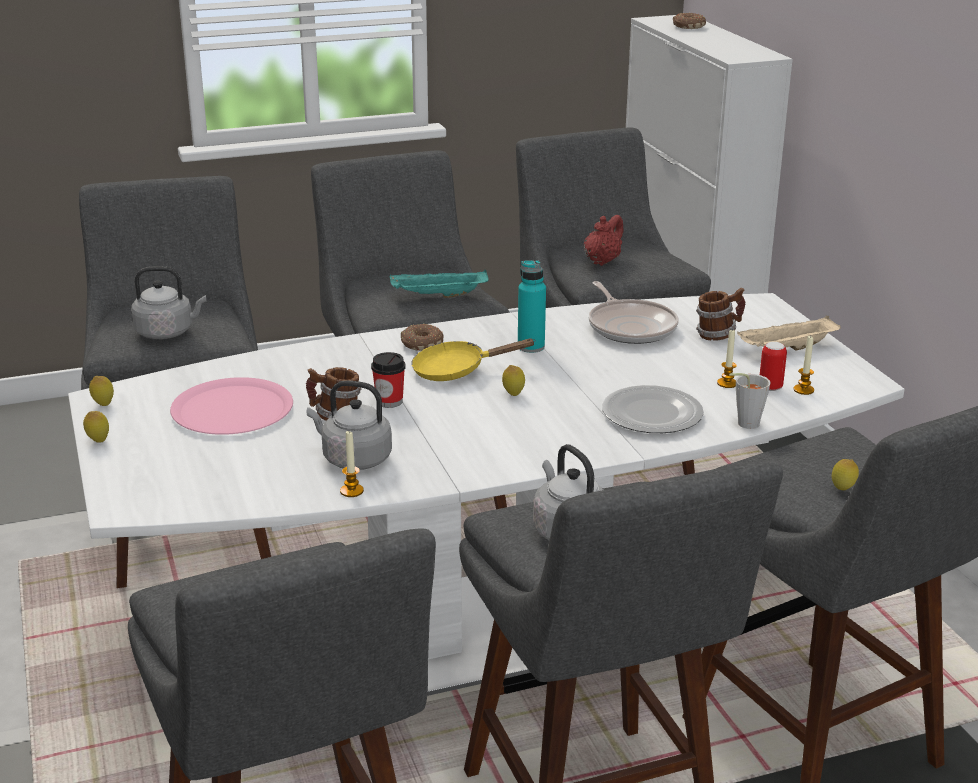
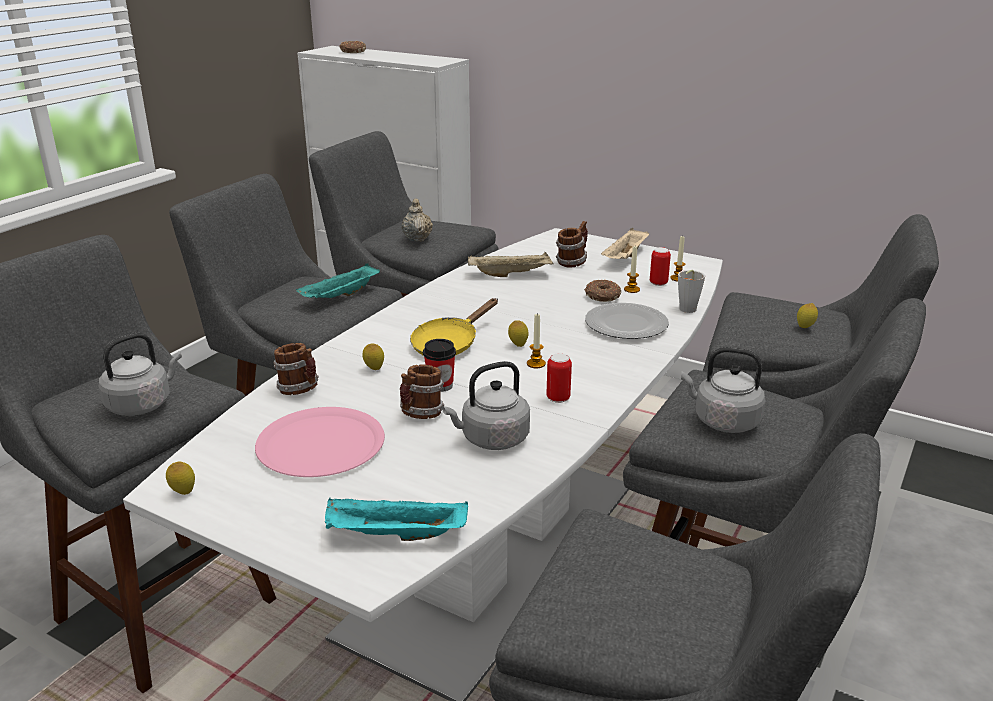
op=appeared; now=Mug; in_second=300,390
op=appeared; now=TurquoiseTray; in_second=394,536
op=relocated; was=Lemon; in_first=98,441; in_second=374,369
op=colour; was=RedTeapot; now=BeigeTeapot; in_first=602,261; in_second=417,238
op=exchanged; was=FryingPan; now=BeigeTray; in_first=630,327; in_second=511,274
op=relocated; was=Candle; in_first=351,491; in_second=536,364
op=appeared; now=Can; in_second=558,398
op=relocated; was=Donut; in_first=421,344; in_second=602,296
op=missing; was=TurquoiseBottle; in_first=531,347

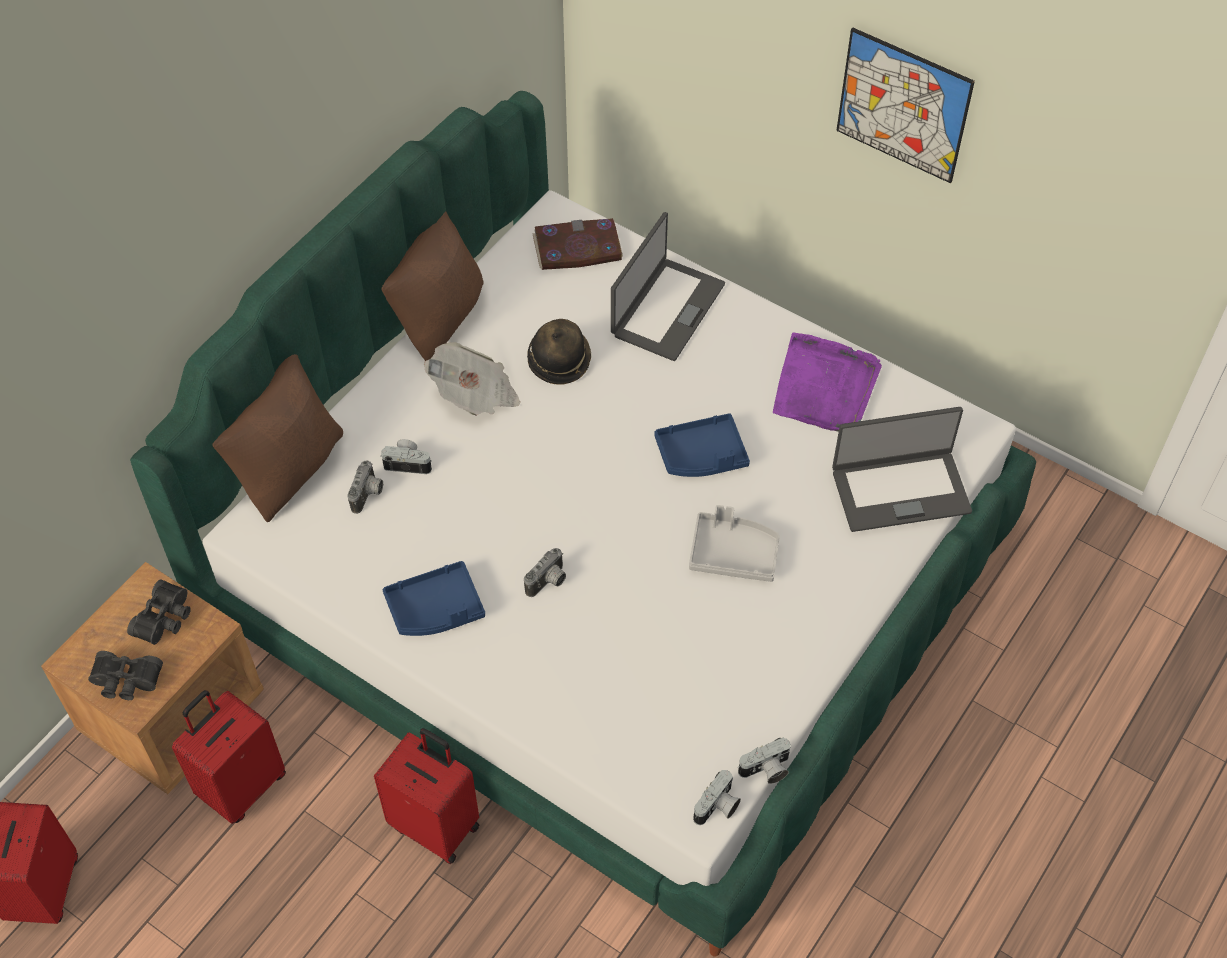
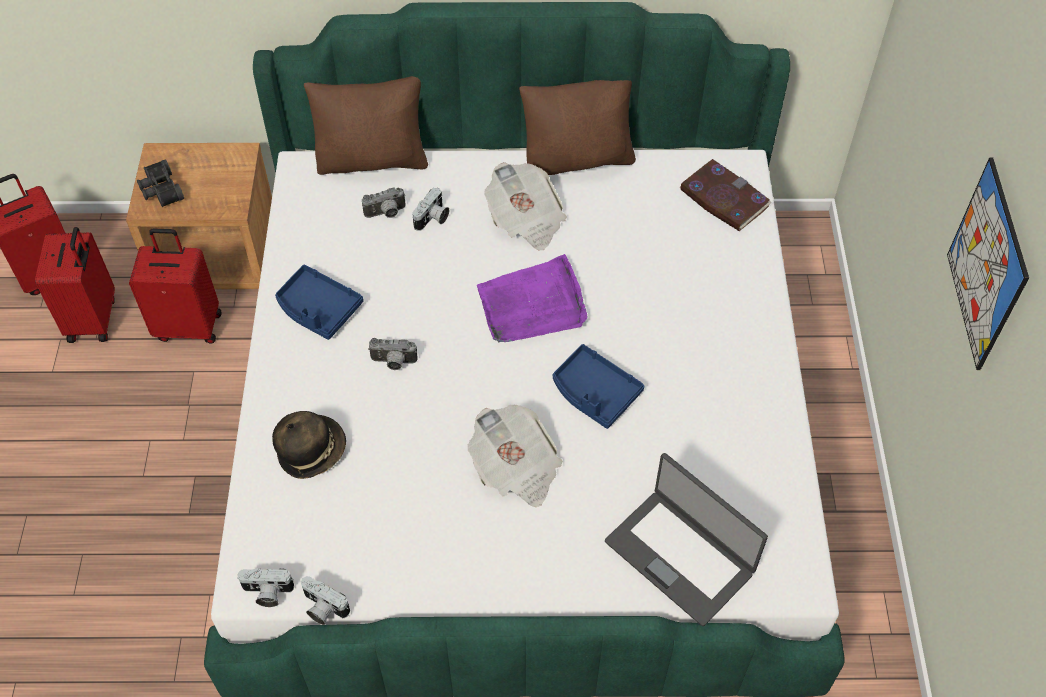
op=relocated; was=RedSuitcase; in_first=436,825; in_second=94,319
op=relocated; was=Hat; in_first=559,360; in_second=311,450
op=spun; was=PhotoCamera; in_first=409,463; in_second=432,219; clockwise=60
op=exchanged; was=GreyTray; now=Newspaper; in_first=733,554; in_second=516,469
op=relocated; was=PurpleTray; in_first=824,387; in_second=532,305
op=missing; was=BlackBinoculars; in_first=166,619
op=missing; was=Laptop; in_first=666,309

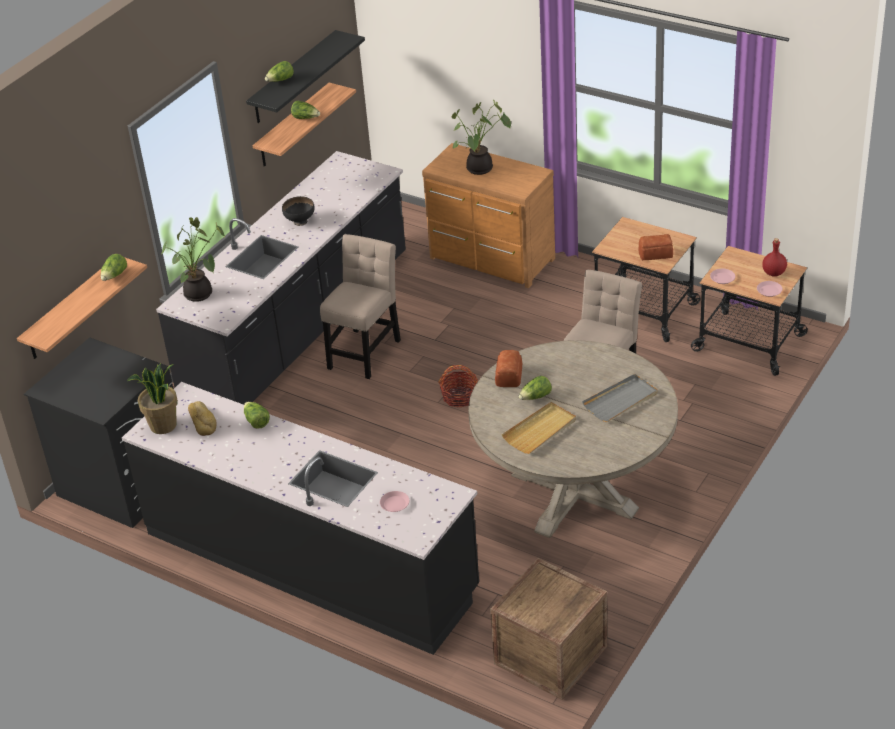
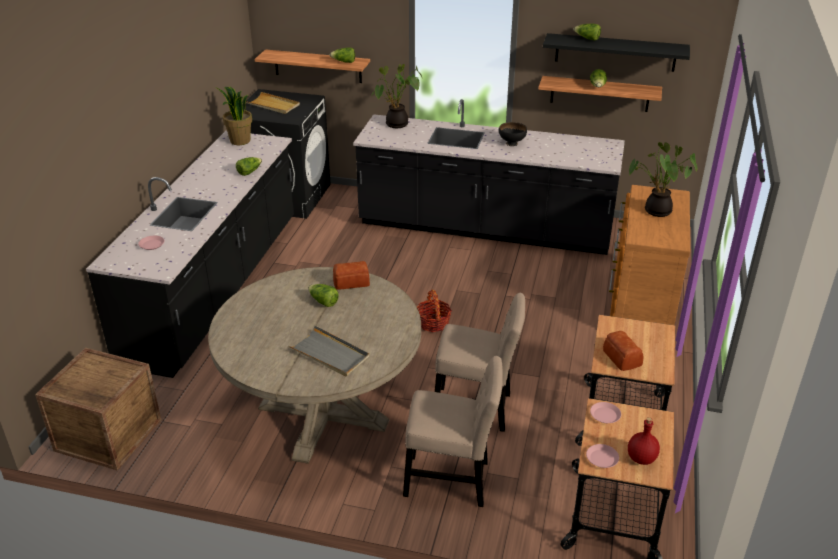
op=relocated; was=BeigeTray; in_first=540,430; in_second=273,105
op=relocated; was=BeigeChair; in_first=365,351; in_second=451,480
op=missing; was=Bread; in_first=203,421

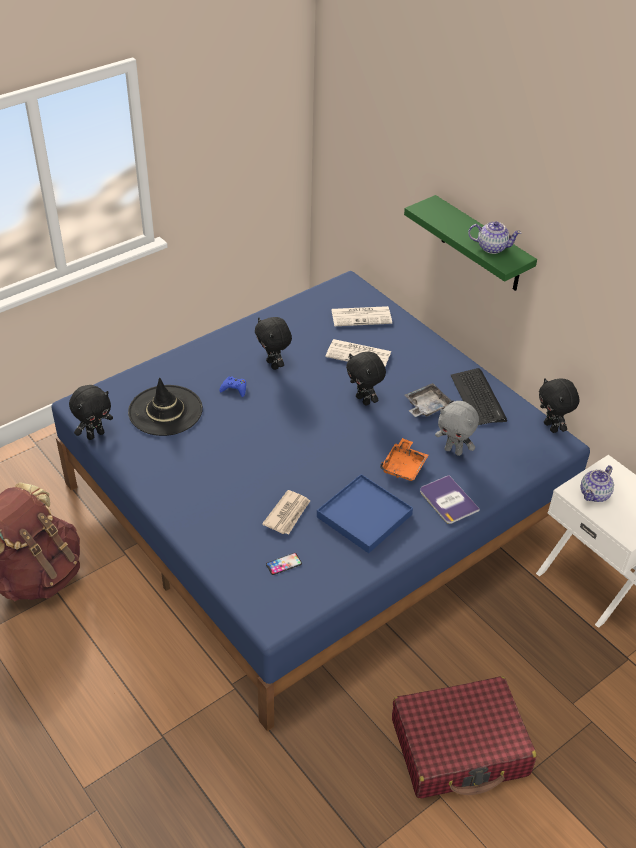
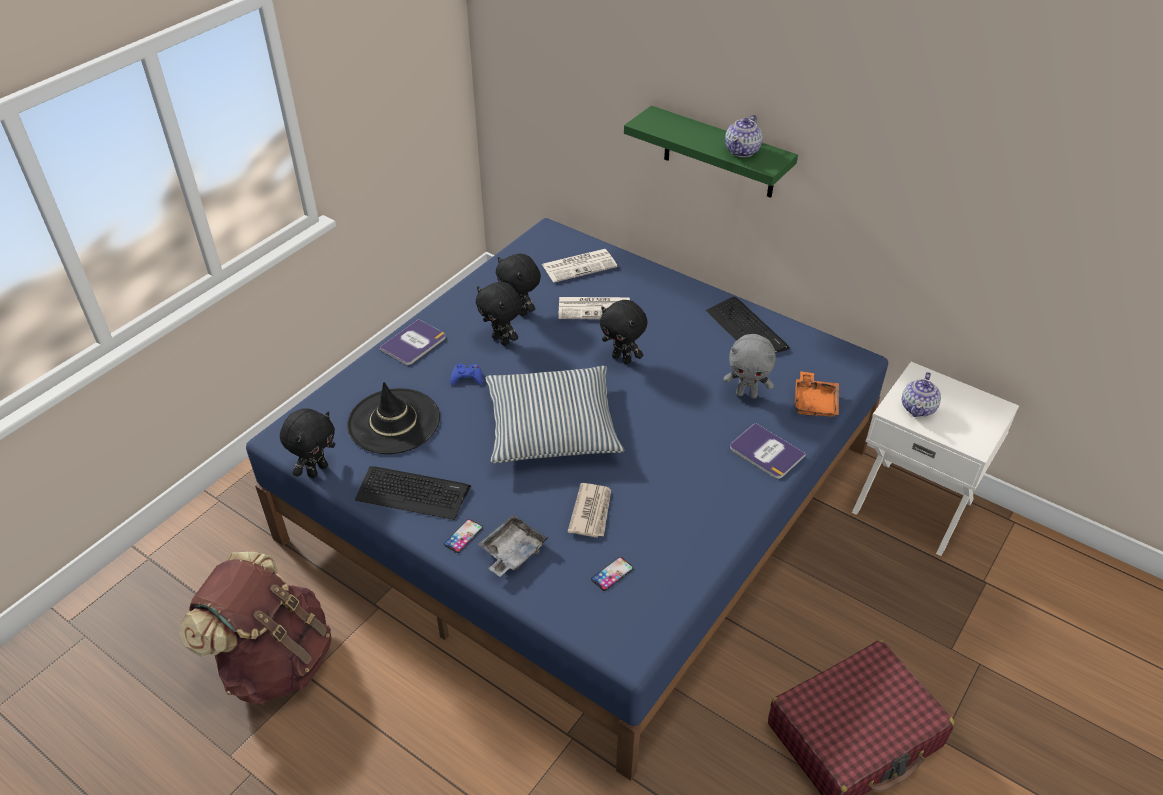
op=appeared; now=Keyboard; in_second=412,493
op=appeared; now=Book; in_second=413,343
op=appeared; now=Phone; in_second=463,536
op=relocated; was=GreyTray; in_first=426,406; in_second=511,552
op=appeared; now=Pillow; in_second=552,426
op=relocated; was=BlackPlushToy; in_first=551,427; in_second=520,311
op=spun; was=Teapot; in_first=491,247; in_second=742,151; clockwise=120
op=relocated; was=OrangeTray; in_first=404,466; in_second=814,402
op=missing; was=BlueTray; in_first=364,516

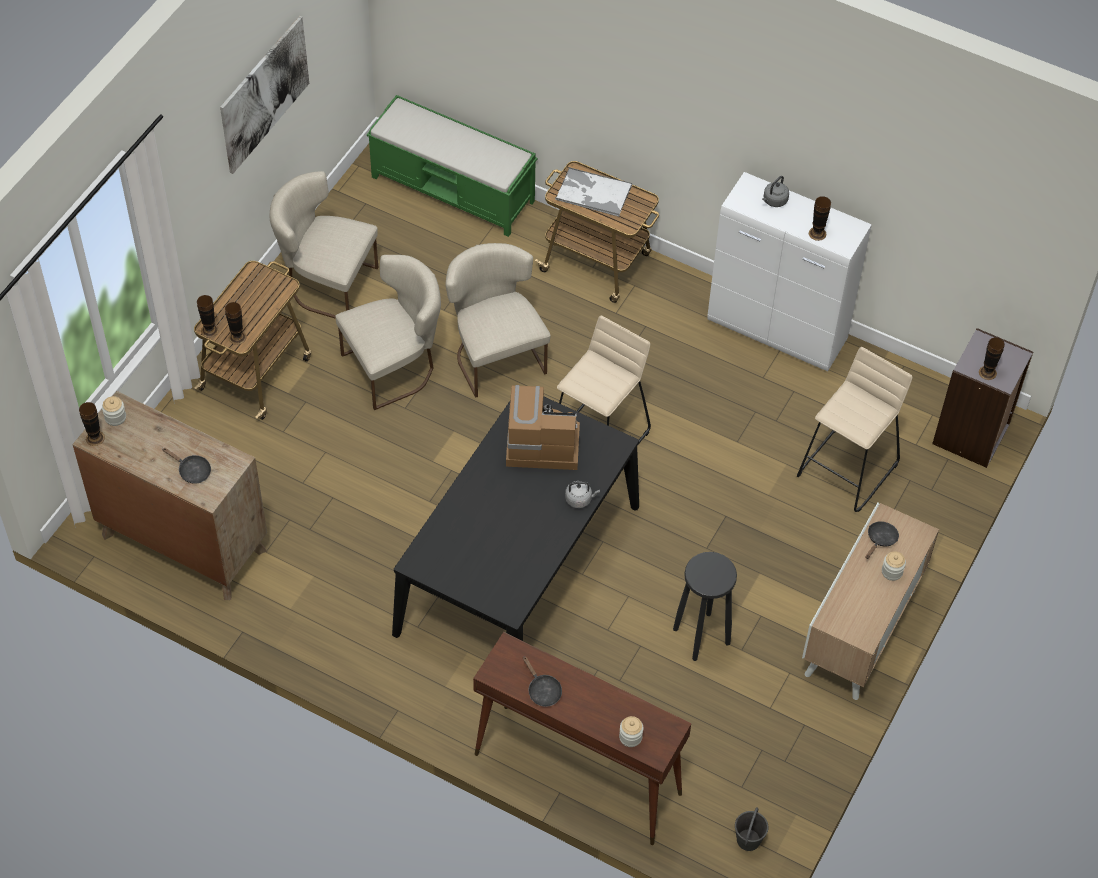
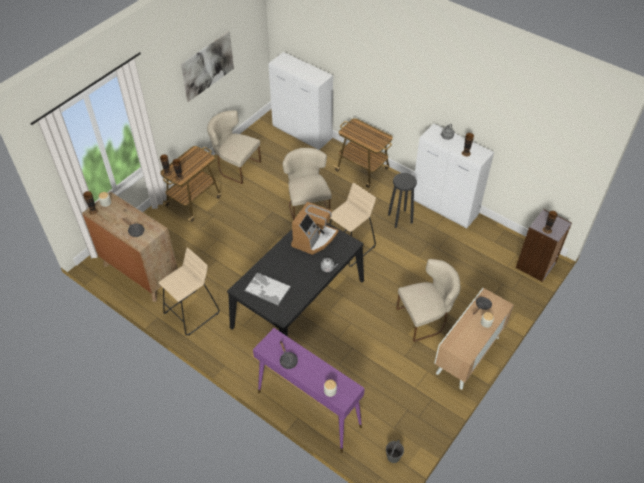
op=relocated; was=BeigeStool; in_first=848,469; in_second=192,313
op=relocated; was=Tray; in_first=593,192; in_second=267,289
op=colour; was=BrownConsoleTable; now=PurpleConsoleTable; in_first=576,773; in_second=308,409
op=exchanged; was=GreenBench; now=WhiteCabinet; in_first=454,189; in_second=302,133
op=spun; was=CoffeeMachine; in_first=541,441; in_second=314,239; clockwise=105
op=relocated; was=BlackStool; in_first=702,637; in_second=400,219
op=relocated; was=BeigeChair; in_first=395,367; in_second=425,319

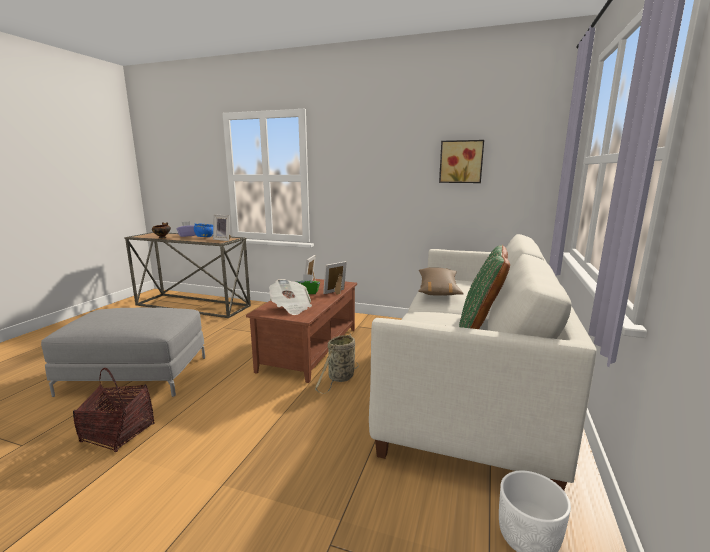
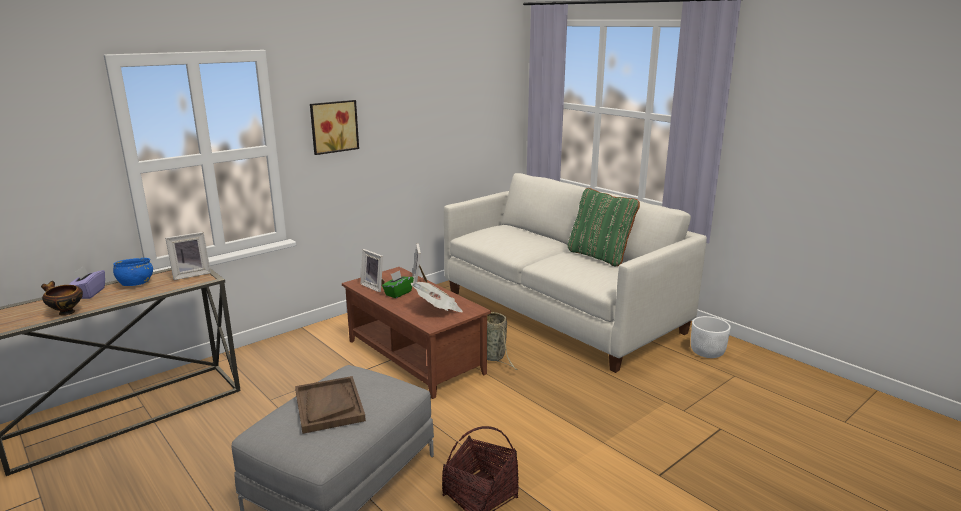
op=appeared; now=BrownTray; in_second=329,406
op=relocated; was=Picture; in_first=461,161; in_second=333,126
op=missing; was=BrownPillow; in_first=438,289

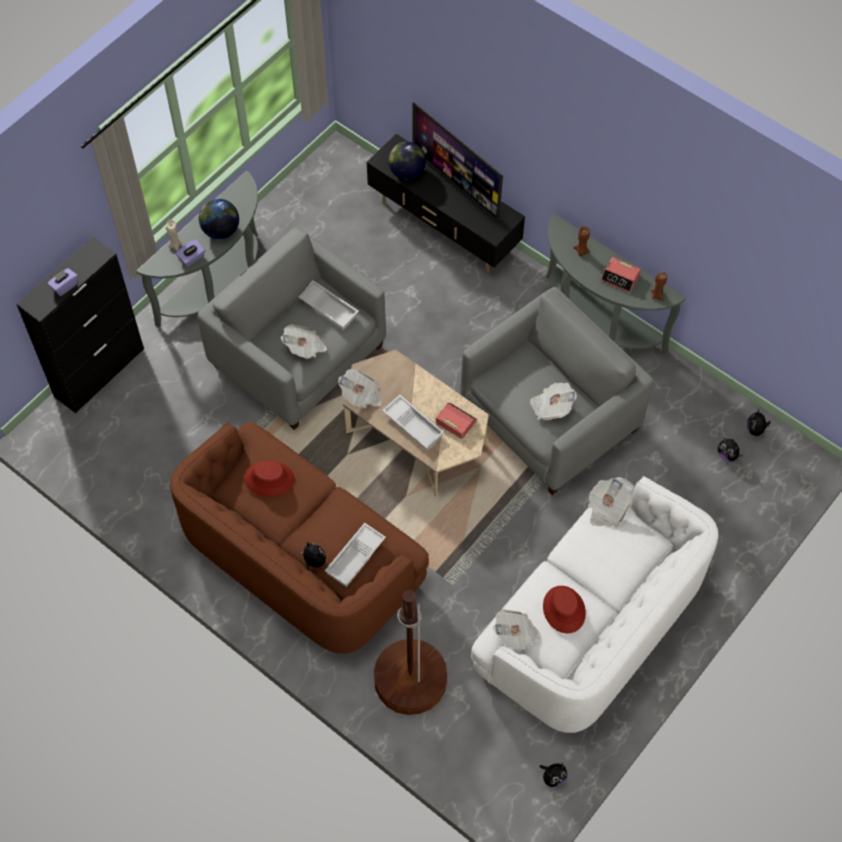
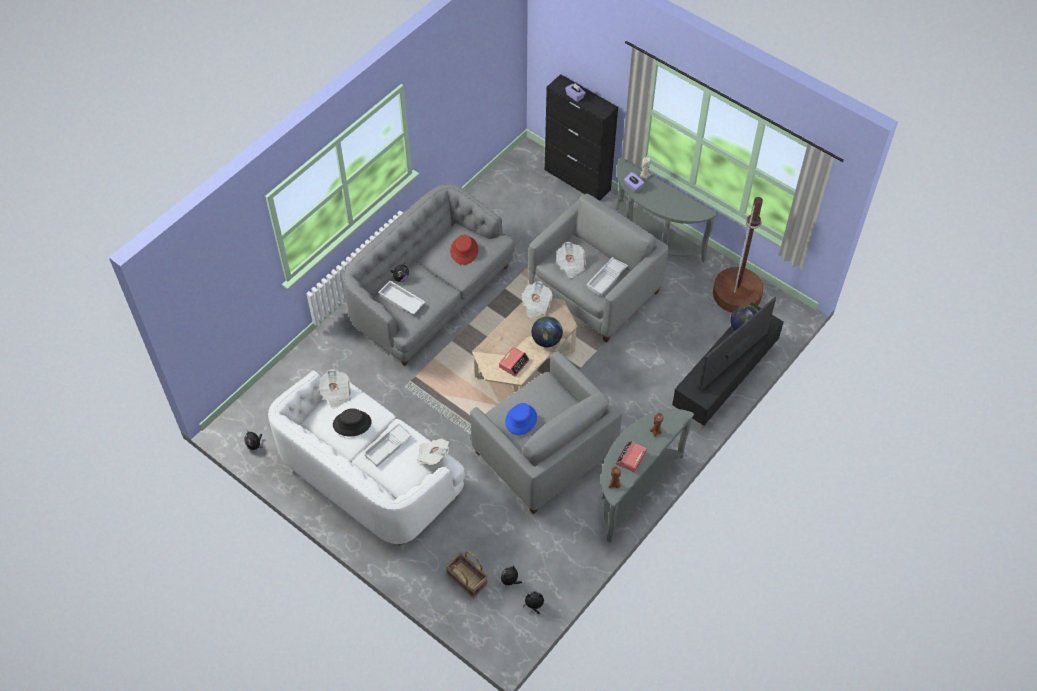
op=colour; was=RedHat; now=BlackHat; in_first=563,610; in_second=352,423
op=colour; was=BrownSofa; now=GreySofa; in_first=299,557; in_second=430,297
op=relocated; was=WhiteTray; in_first=414,425; in_second=388,447
op=appeared; now=Basket; in_second=466,580
op=exchanged; was=Newspaper; now=BlueHat; in_first=551,407; in_second=520,420
op=relocated; was=Globe; in_first=221,230; in_second=546,340
op=relocated; was=BrownFloorLamp; in_first=410,680; in_second=736,294

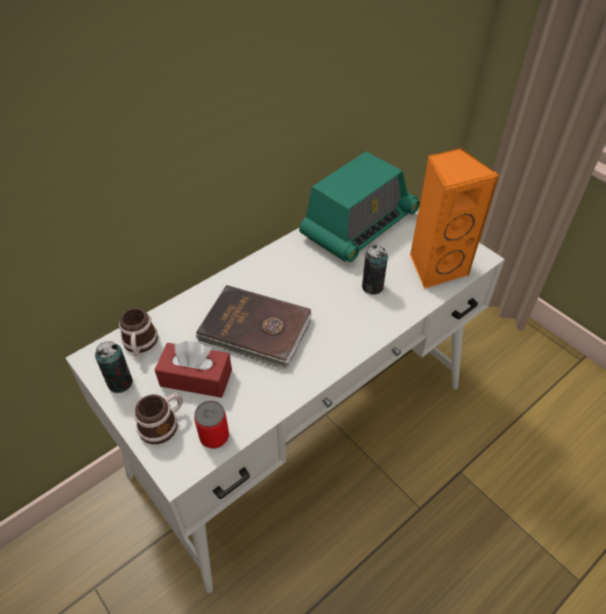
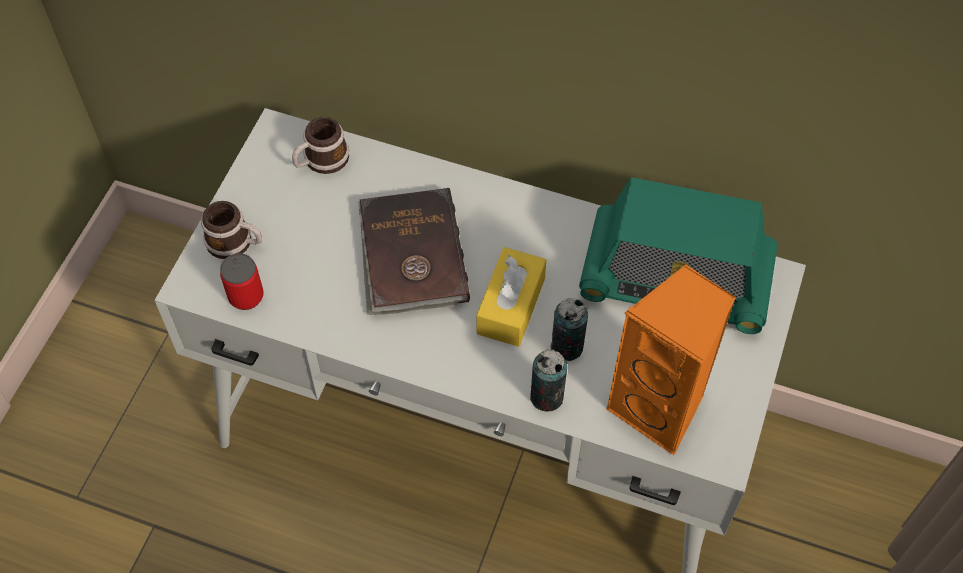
op=appeared; now=YellowTissueBox; in_second=511,306
op=relocated; was=Can; in_first=120,383; in_second=546,397
op=missing; was=RedTissueBox; in_first=196,378

